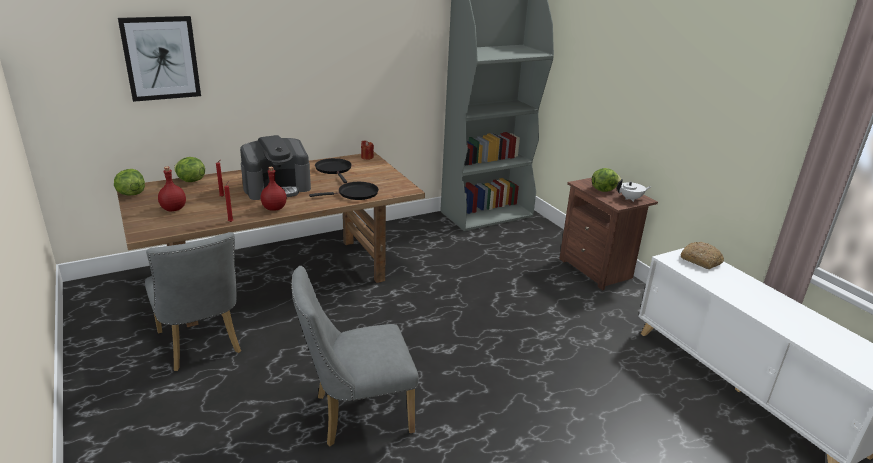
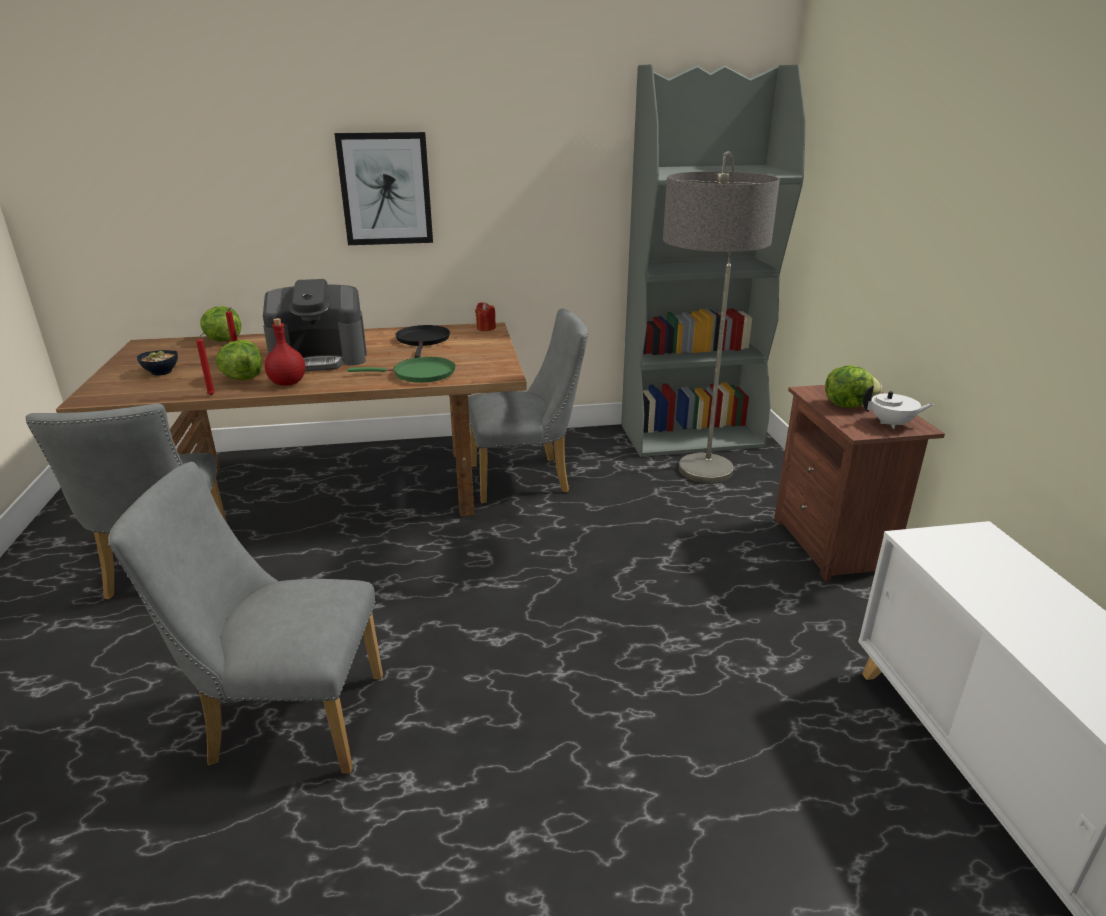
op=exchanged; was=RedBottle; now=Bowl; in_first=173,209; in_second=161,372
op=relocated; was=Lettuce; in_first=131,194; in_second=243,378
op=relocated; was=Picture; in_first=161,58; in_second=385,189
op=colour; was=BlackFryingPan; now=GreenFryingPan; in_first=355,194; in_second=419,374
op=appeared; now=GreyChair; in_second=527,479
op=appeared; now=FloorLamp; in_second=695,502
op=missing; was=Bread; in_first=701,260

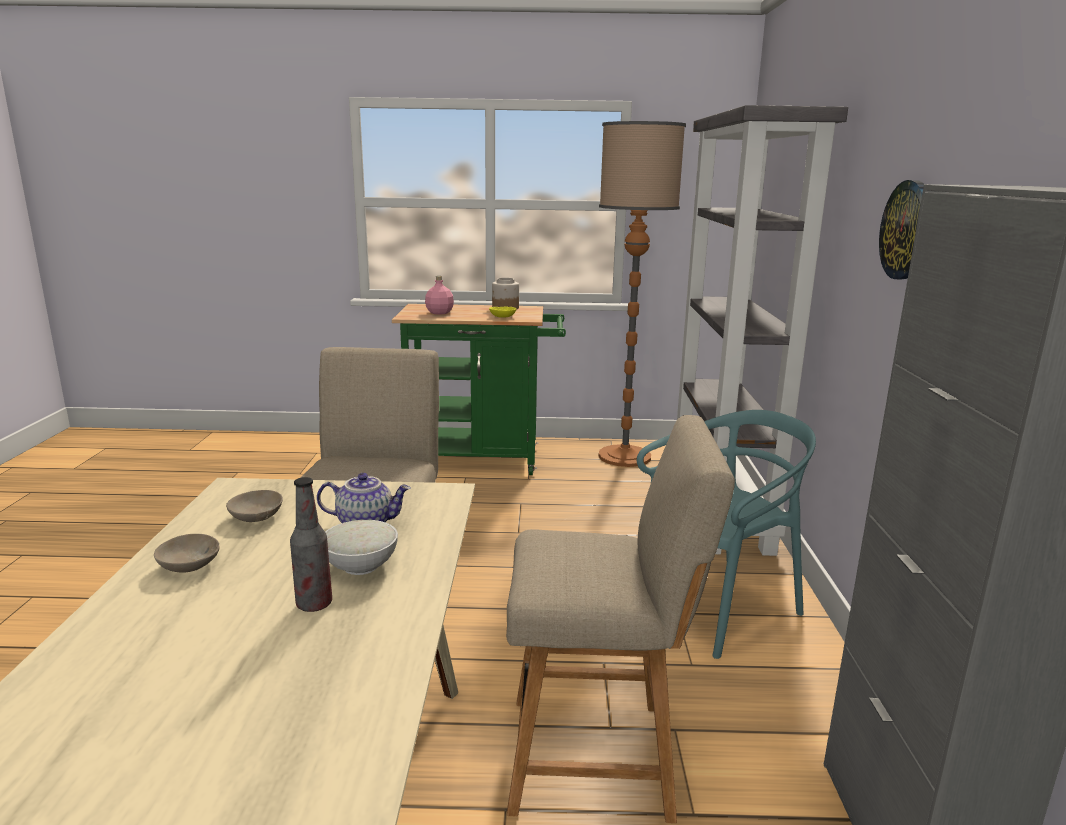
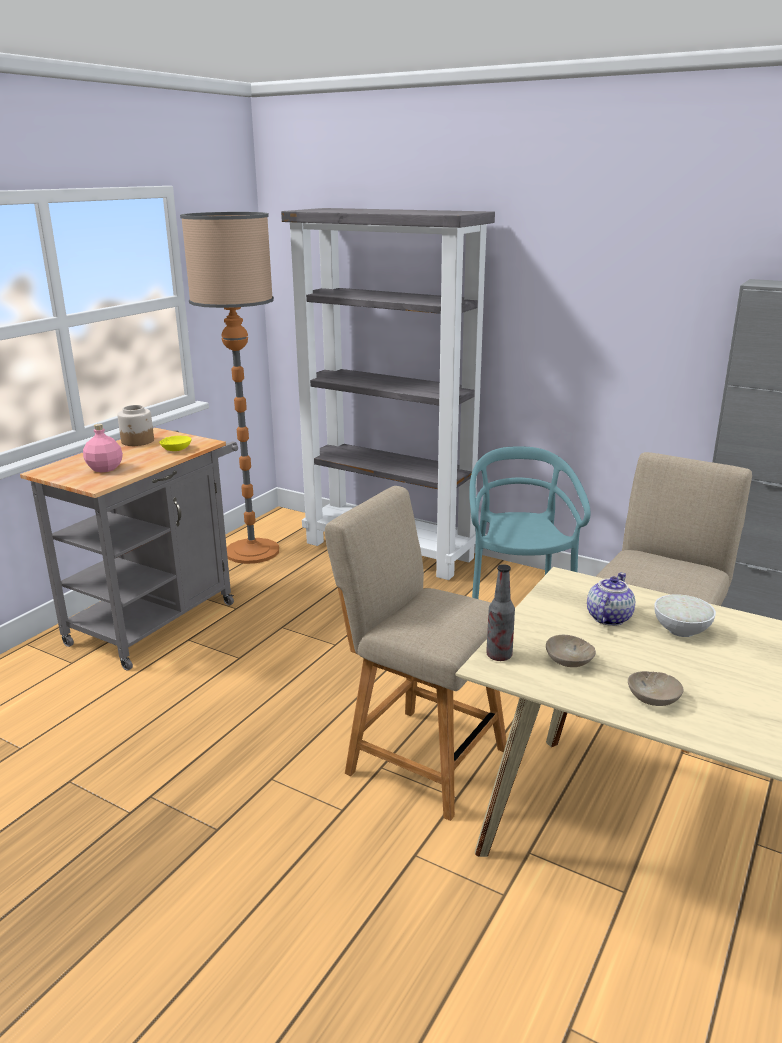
op=colour; was=GreenCart; now=GreyCart; in_first=483,459; in_second=159,618
op=relocated; was=Bottle; in_first=314,604; in_second=499,656
op=missing; was=WallClock; in_first=908,230

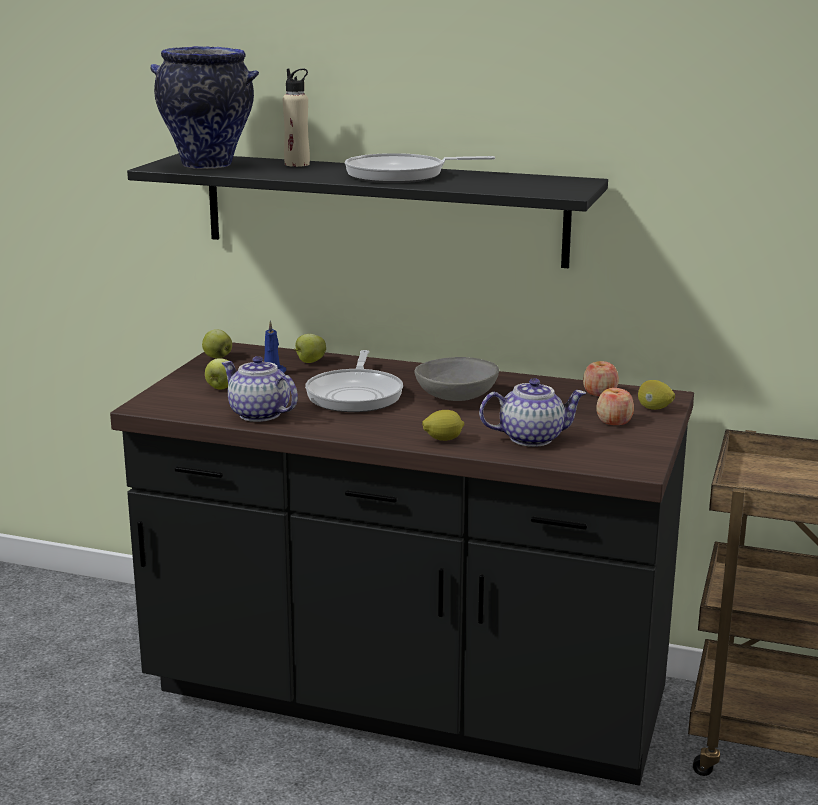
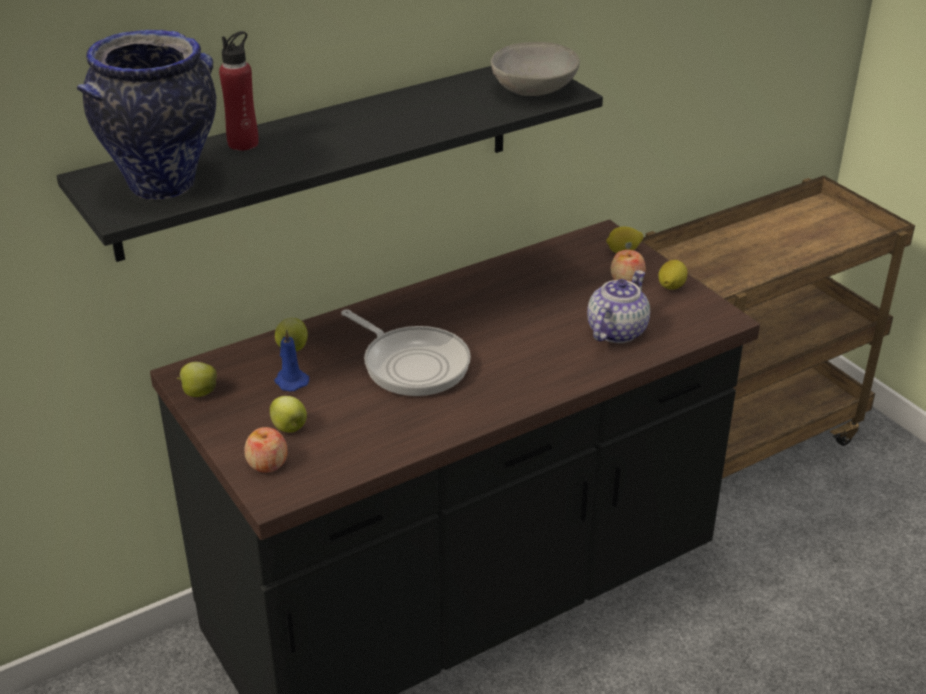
op=colour; was=BeigeBottle; now=RedBottle; in_first=297,164; in_second=243,143
op=relocated; was=Apple; in_first=599,393; in_second=267,463
op=relocated; was=GreyBowl; in_first=457,398; in_second=534,90
op=relocated; was=Lemon; in_first=443,439; in_second=670,287
op=missing; was=Teapot; in_first=258,414
op=missing; was=FryingPan; in_first=401,175

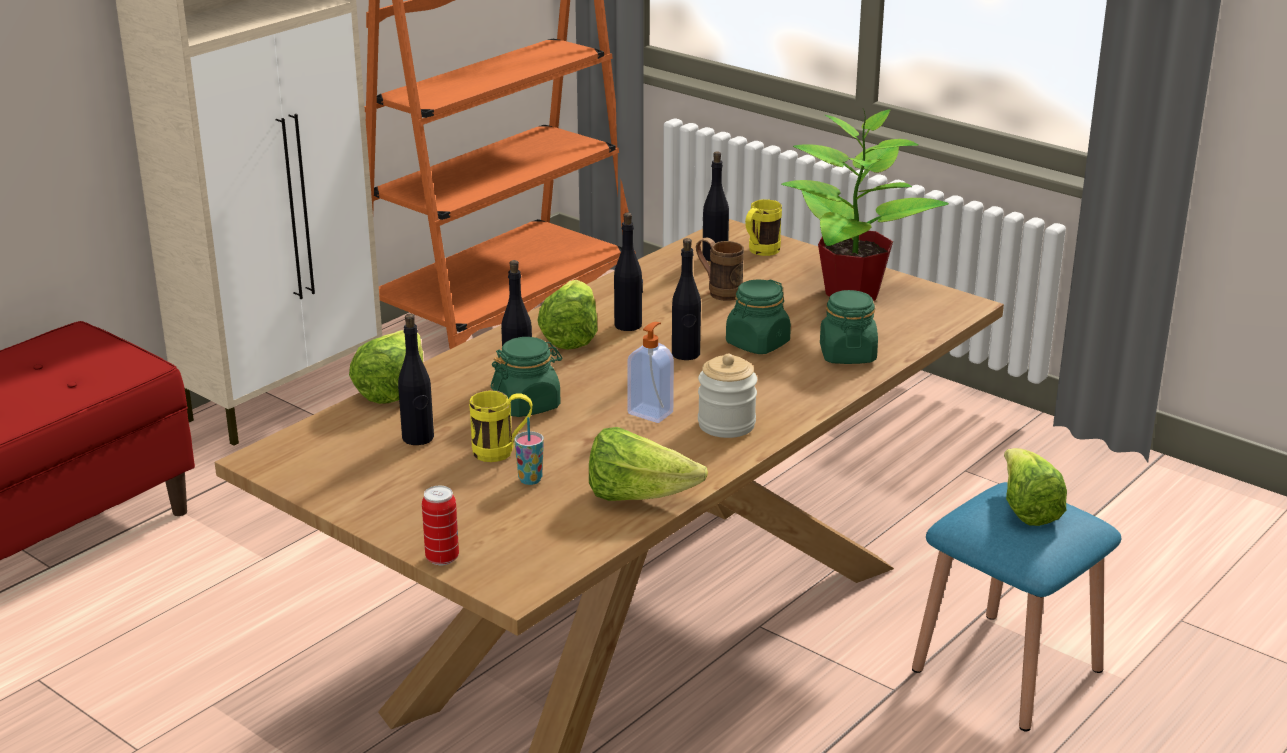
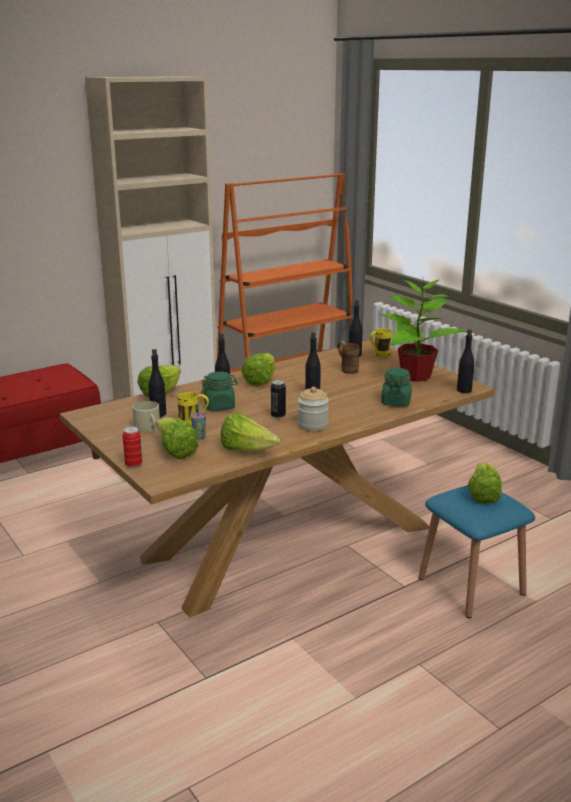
op=appeared; now=BeigeMug; in_second=148,428
op=appeared; now=Lettuce; in_second=175,451
op=exchanged; was=SoapDispenser; now=Can; in_first=651,413; in_second=278,416
op=relocated; was=BlackBottle; in_first=628,325; in_second=464,390
op=missing; was=GreenJar; in_first=757,344

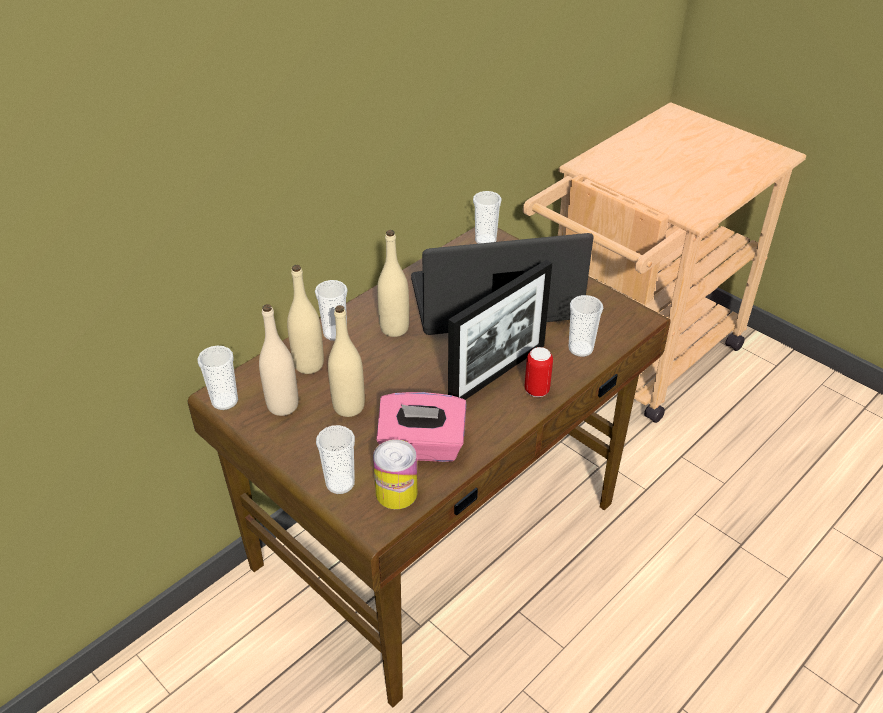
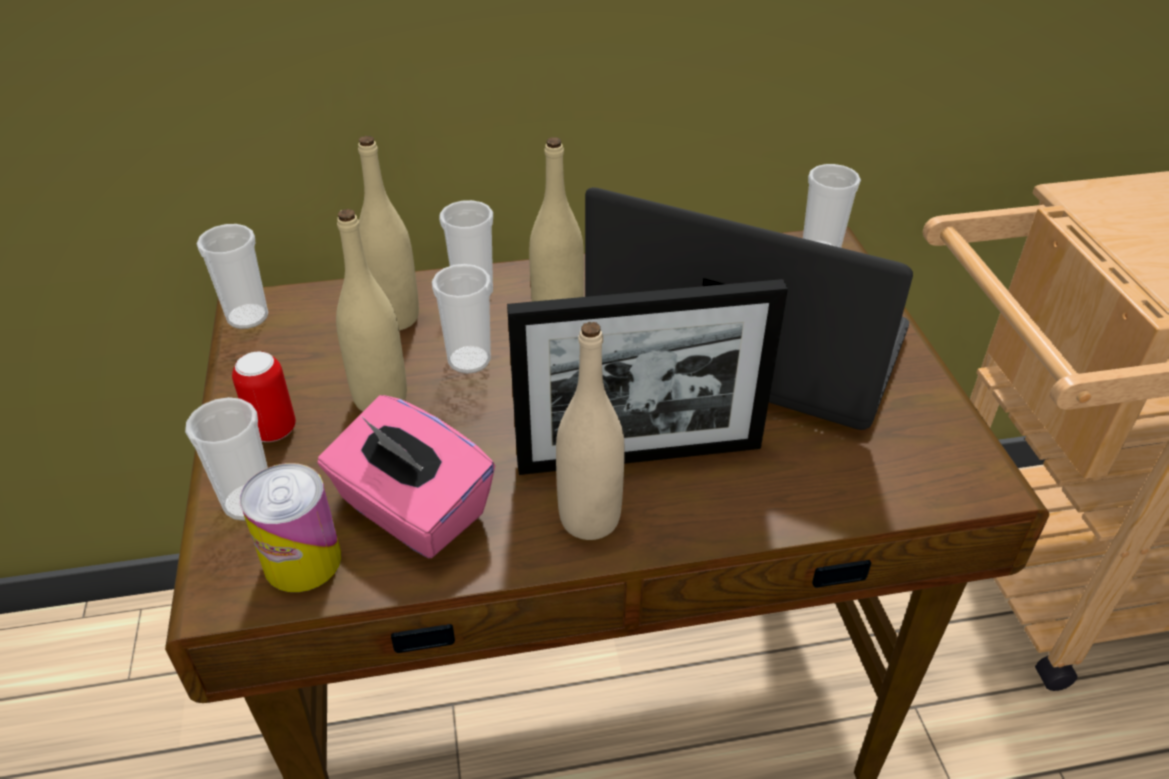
op=relocated; was=Can; in_first=536,390; in_second=273,430
op=relocated; was=Cup; in_first=580,349; in_second=469,360
op=relocated; was=BeigeBottle; in_first=283,405; in_second=589,519

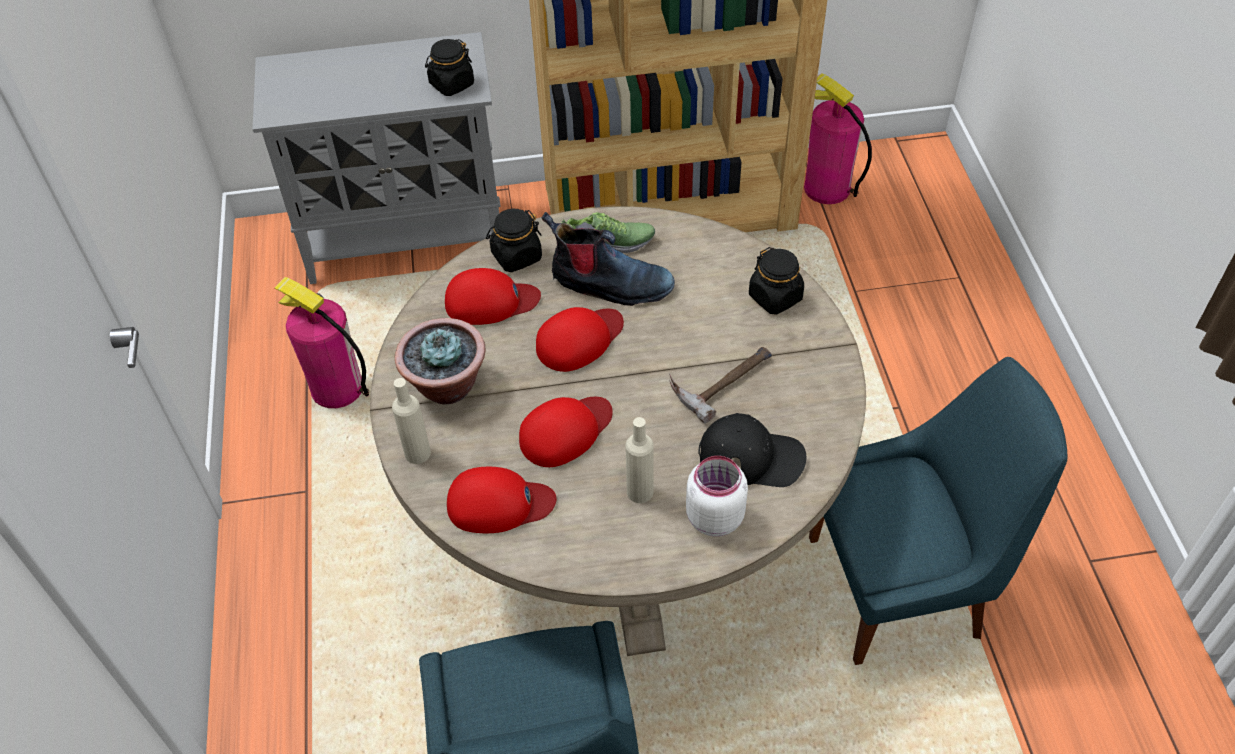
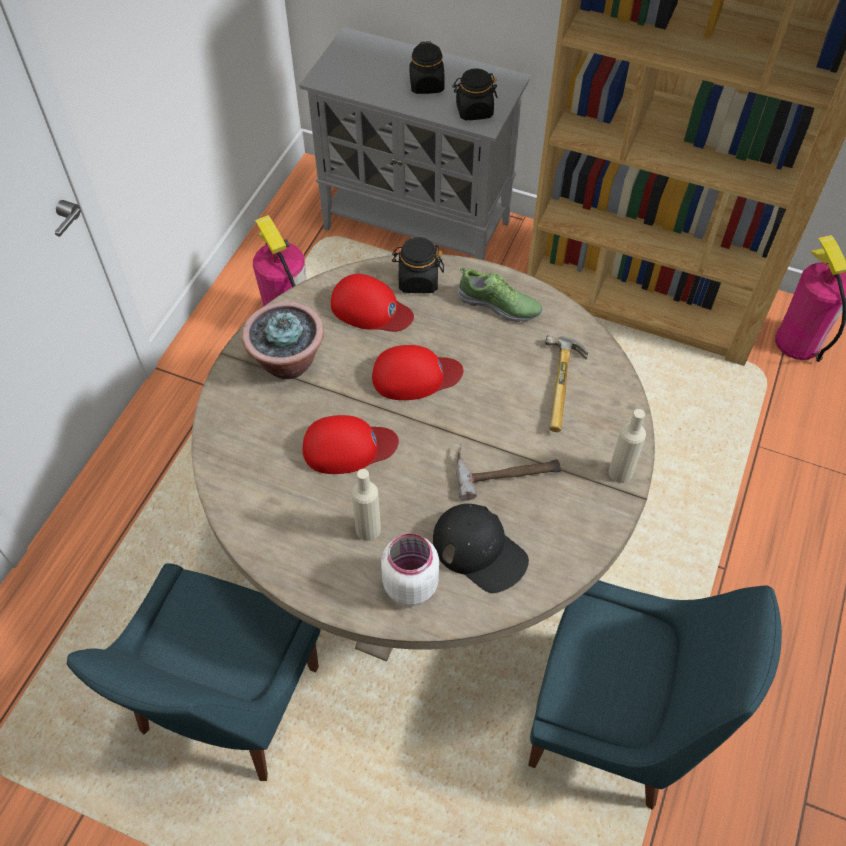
op=relocated; was=BlackJar; in_first=775,297; in_second=427,85
op=appeared; now=Hammer; in_second=565,387
op=relocated; was=BeigeBottle; in_first=417,453; in_second=620,472
op=missing; was=RedCap; in_first=499,504
op=missing; was=Boot; in_first=610,285

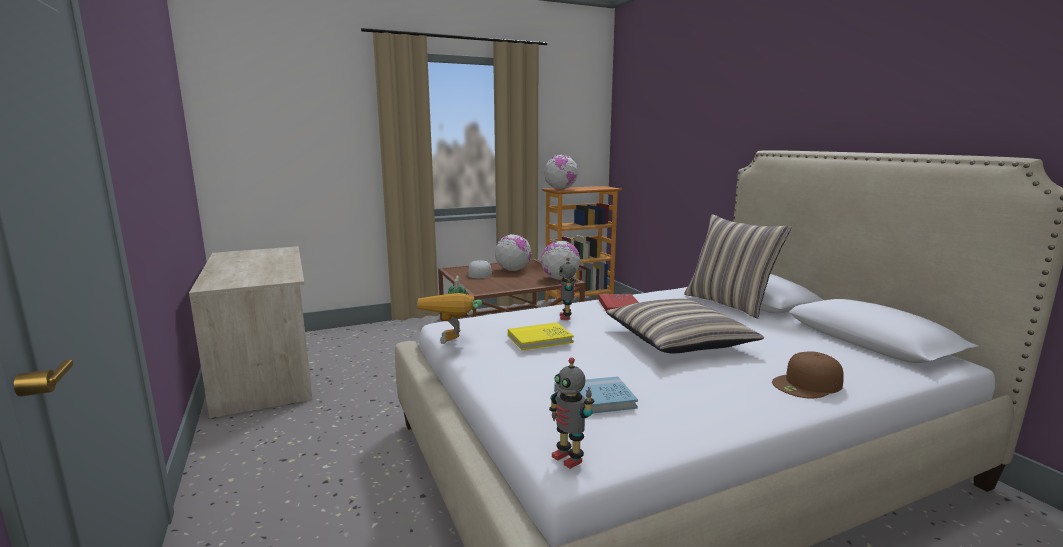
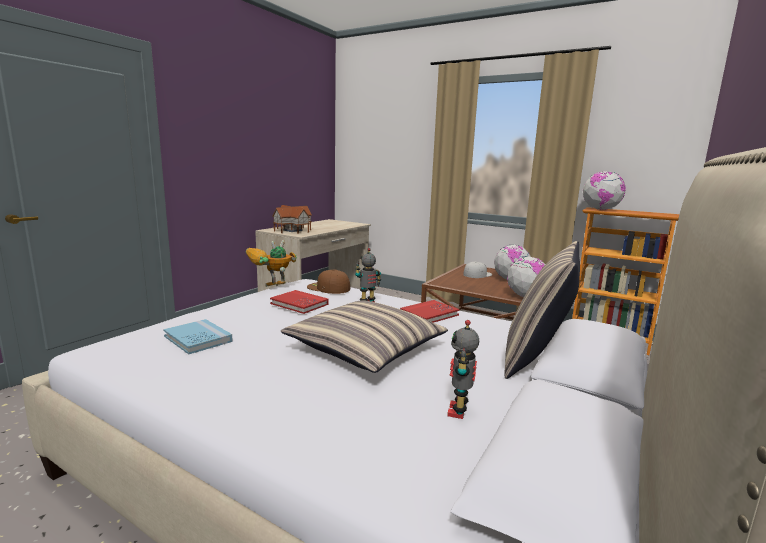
op=colour; was=YellowBook; now=RedBook; in_first=540,339; in_second=299,304
op=appeared; now=ToyHouse; in_second=293,230
op=relocated; was=BrownCap; in_first=807,384; in_second=328,288
op=relocated; was=ToyRobot; in_first=568,458; in_second=459,411

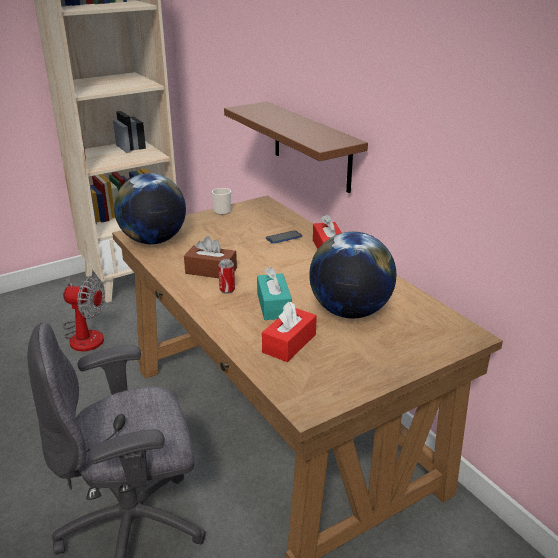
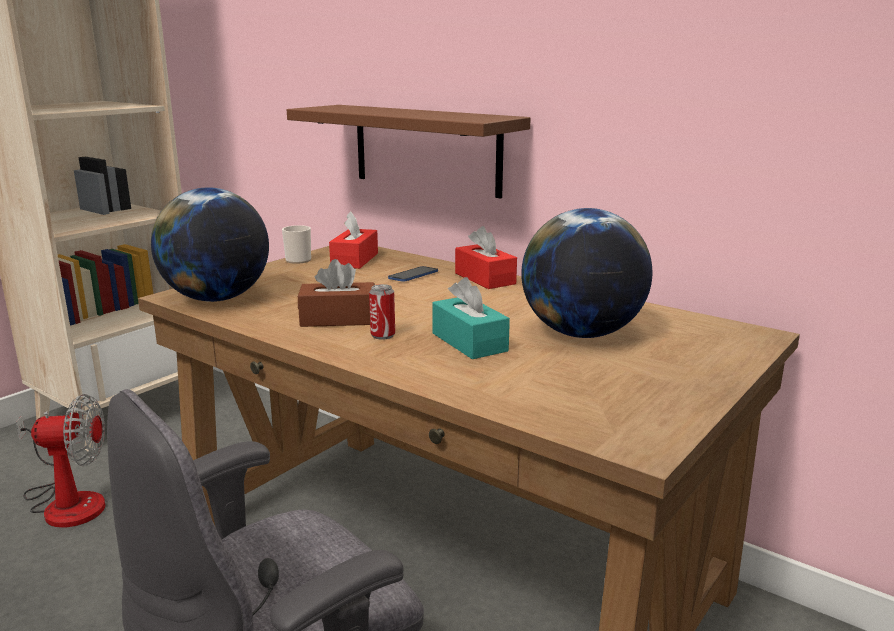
op=relocated; was=RedTissueBox; in_first=289,343; in_second=354,260

